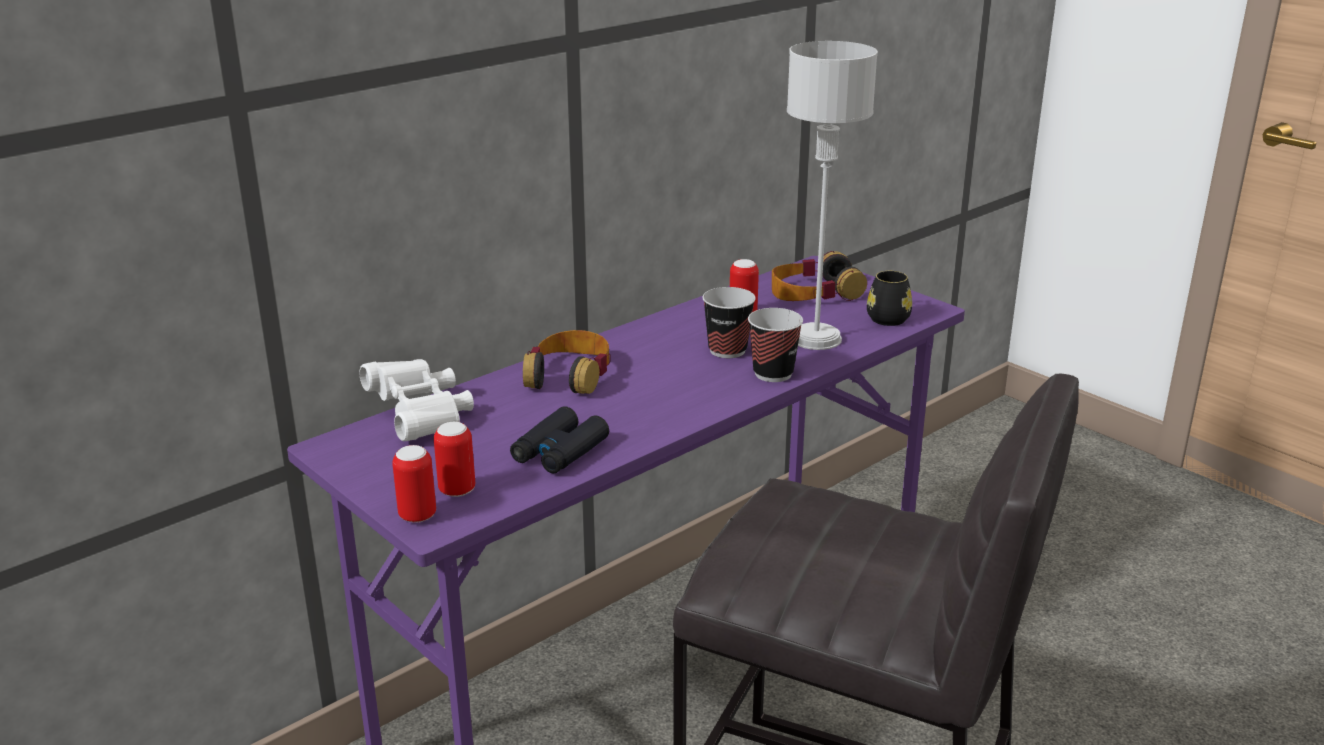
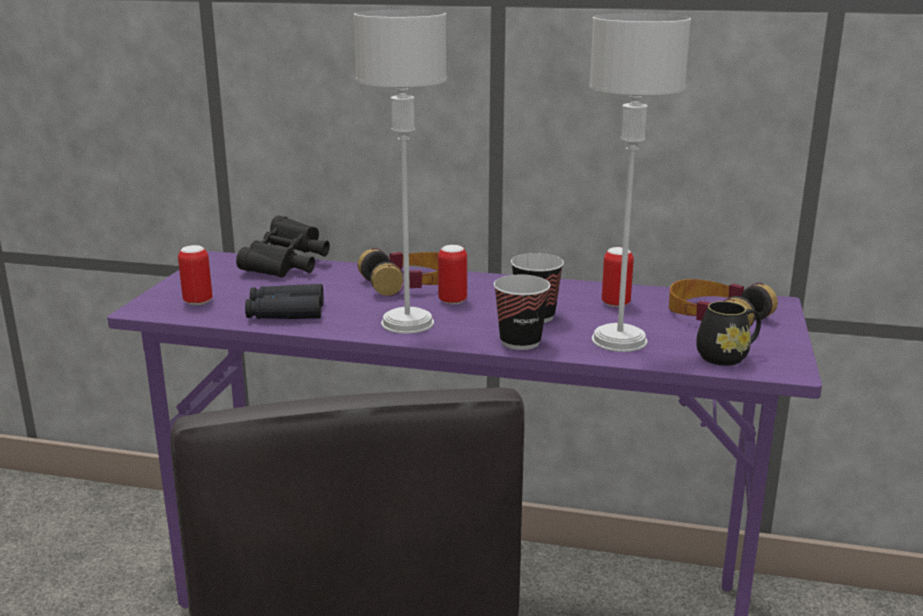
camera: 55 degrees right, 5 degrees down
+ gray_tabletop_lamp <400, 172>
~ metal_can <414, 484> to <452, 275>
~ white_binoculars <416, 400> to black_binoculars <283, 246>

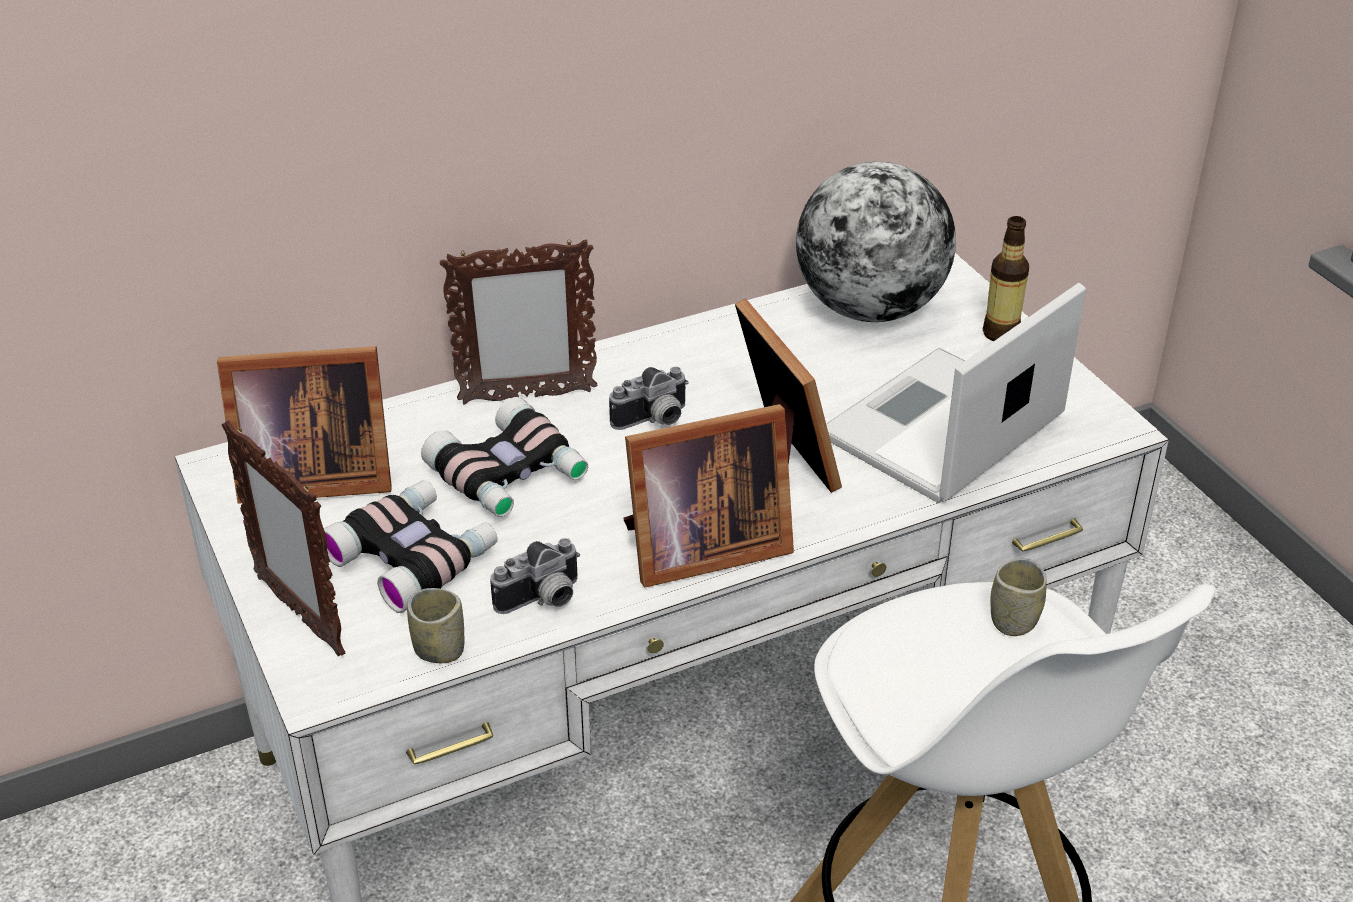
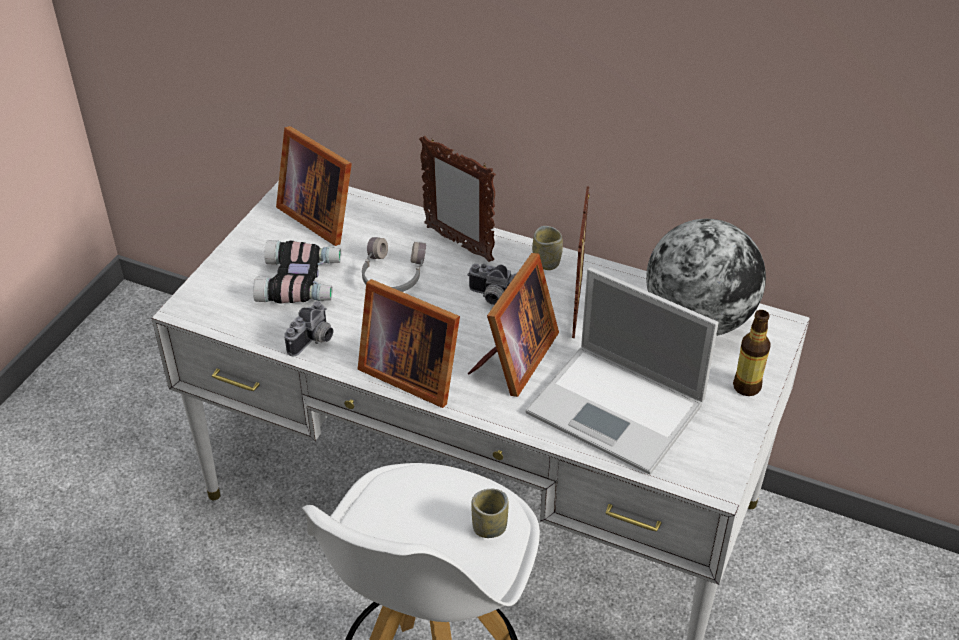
camera: 50 degrees right, 5 degrees up
~ picture_frame <283, 538> to <581, 262>
~ small_cup <435, 625> to <547, 248>
~ binoculars <504, 457> to gray_headset <394, 264>
~ still_camera <535, 576> = <308, 329> 75 degrees counterclockwise
~ notebook_computer <956, 393> = <622, 370> 150 degrees counterclockwise

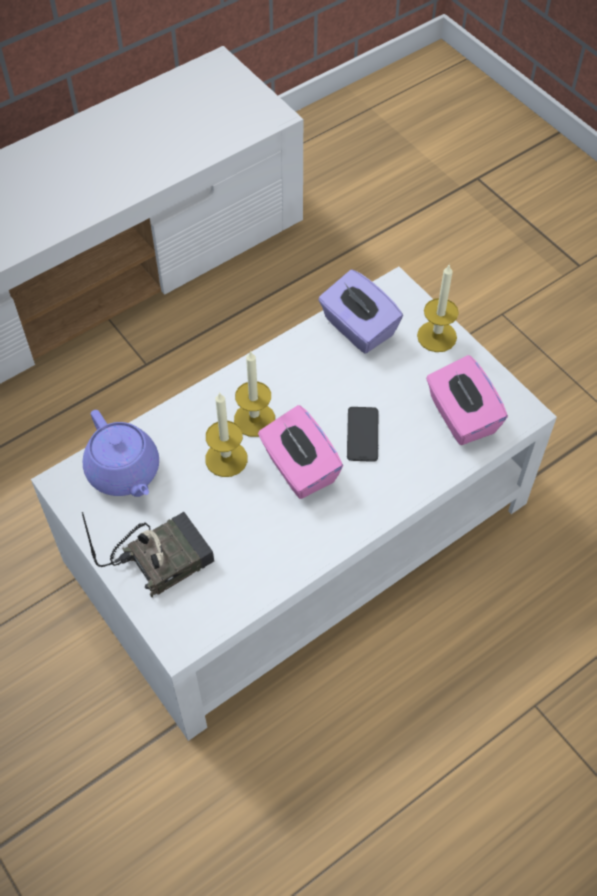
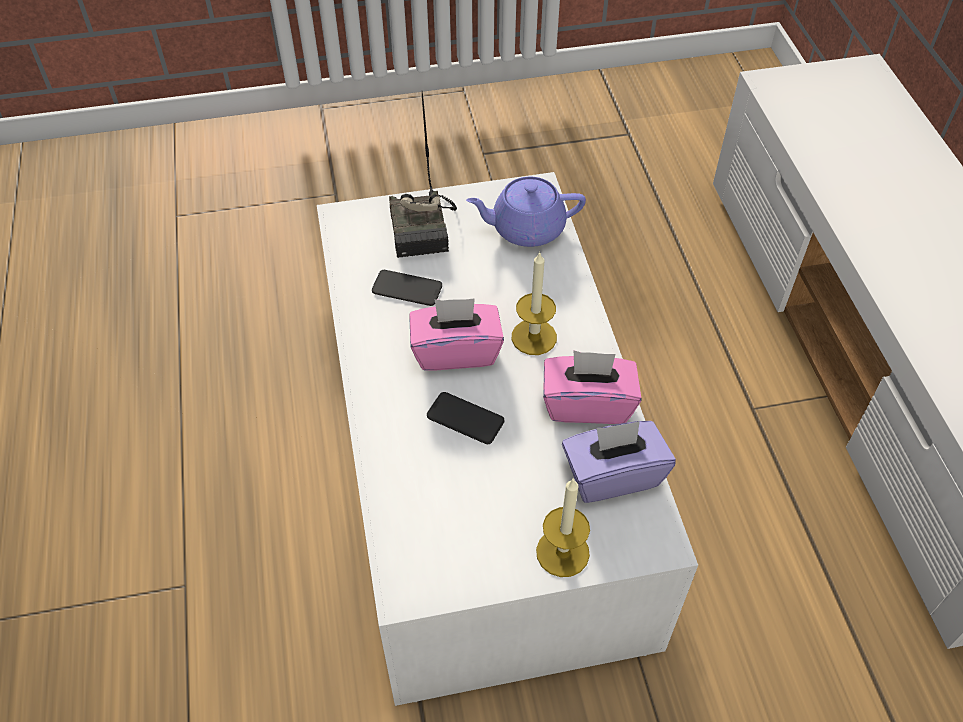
camera: 115 degrees right, 5 degrees down
- wax_light <226, 434>
+ phone <407, 288>
~ pink-coloured_tissue_holder <467, 400> to <592, 387>

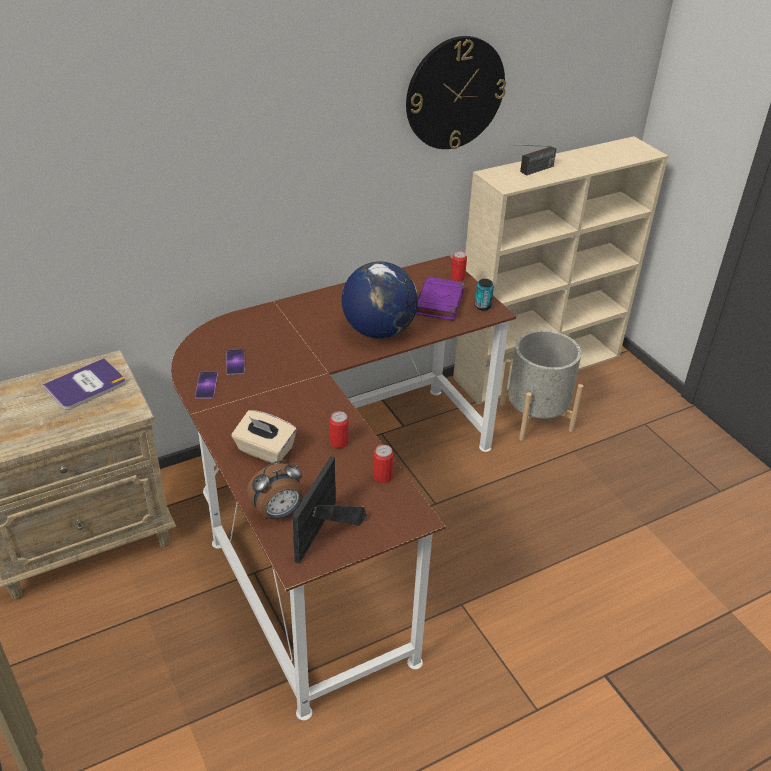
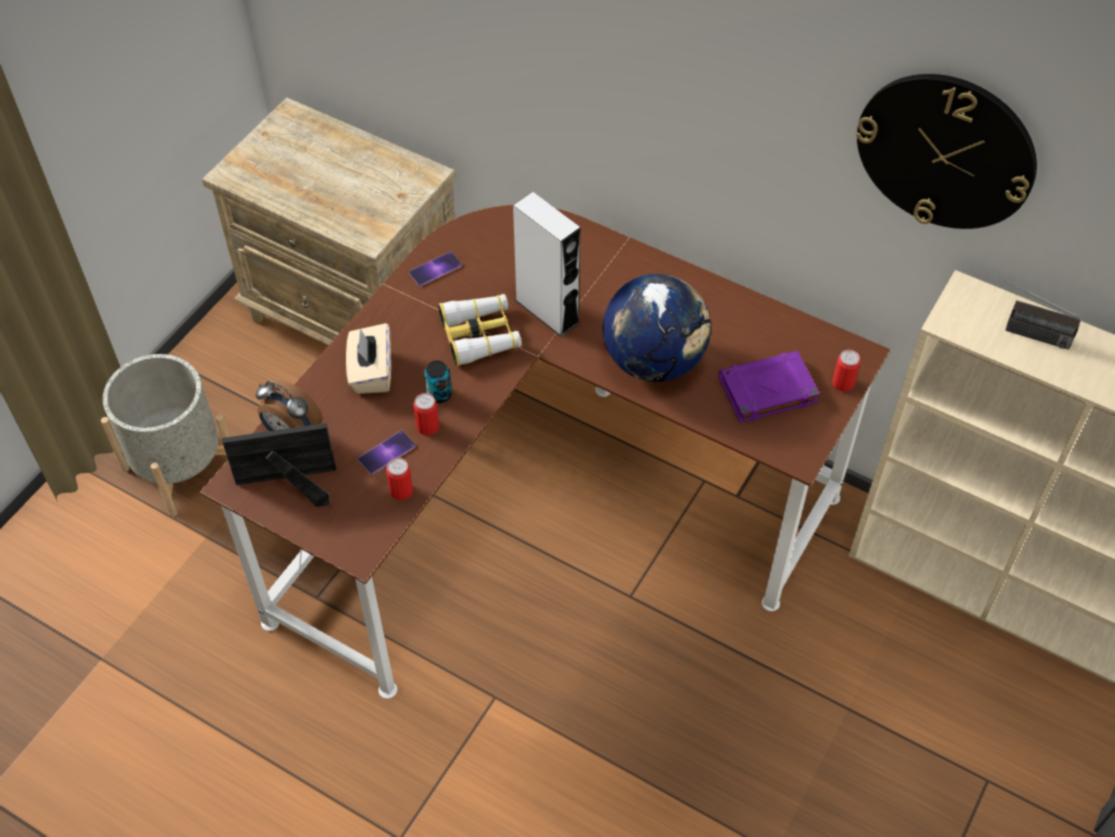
camera: 60 degrees right, 15 degrees up
- bound_book <84, 384>
+ binoculars <480, 330>
+ gray_speaker <546, 264>
~ phone <235, 362> to <387, 452>
~ metal_can <484, 294> to <438, 382>
~ gray_plant_pot <541, 385> to <165, 435>

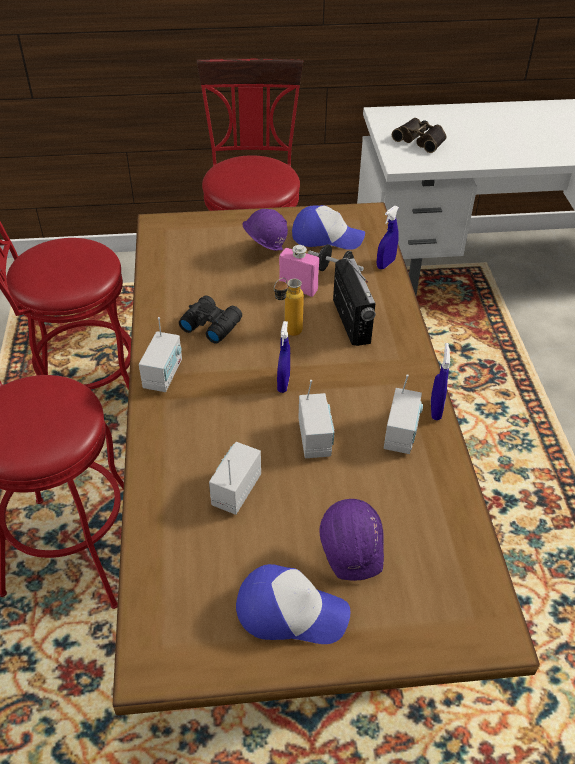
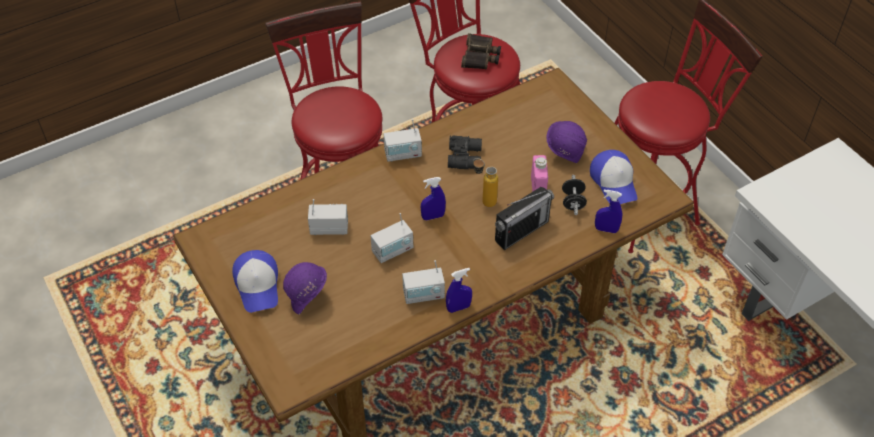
camera: 65 degrees right, 5 degrees up
~ binoculars <419, 135> to <481, 51>

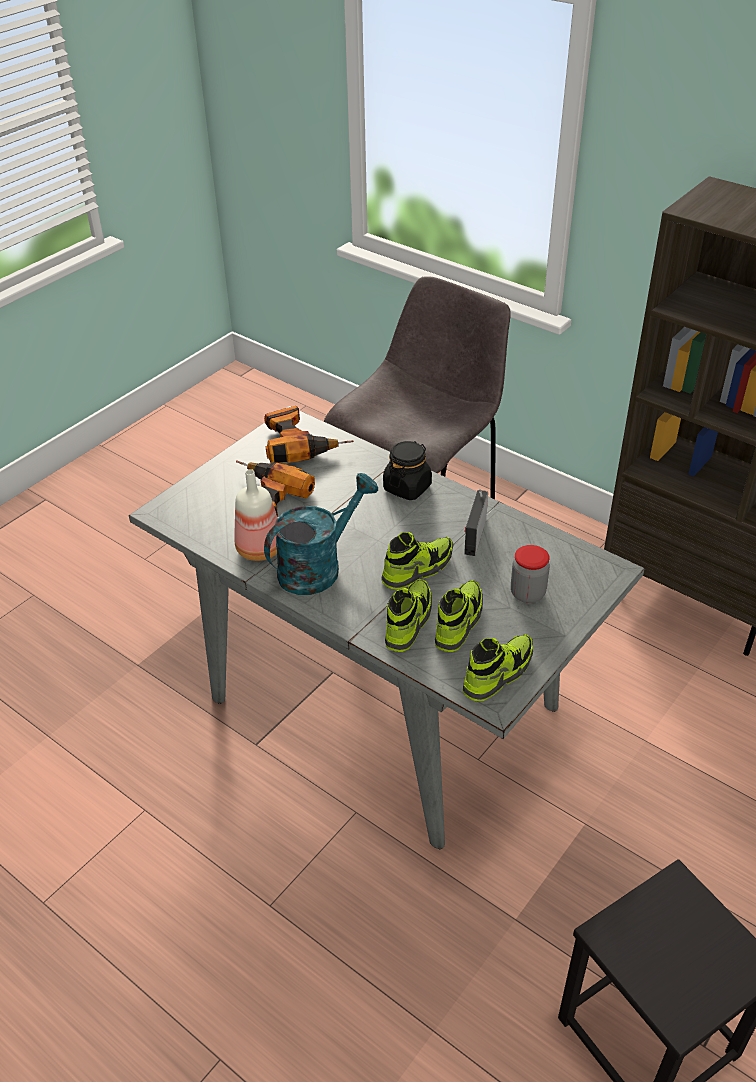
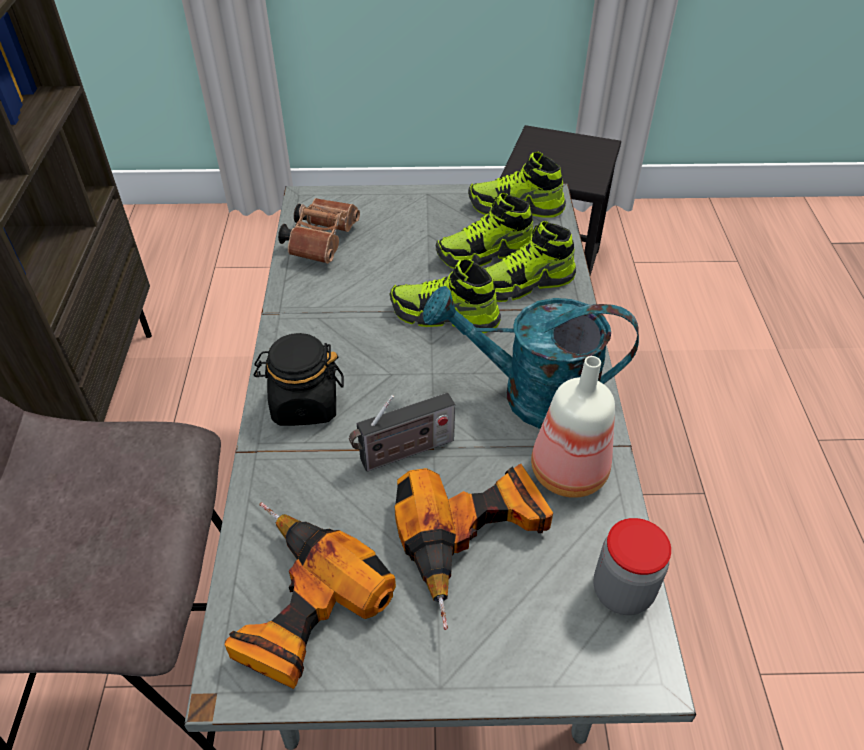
camera: 130 degrees left, 5 degrees up
+ brown_binoculars <319, 231>
~ radio_set <476, 522> to <402, 432>
~ storage_jar <530, 574> to <632, 566>

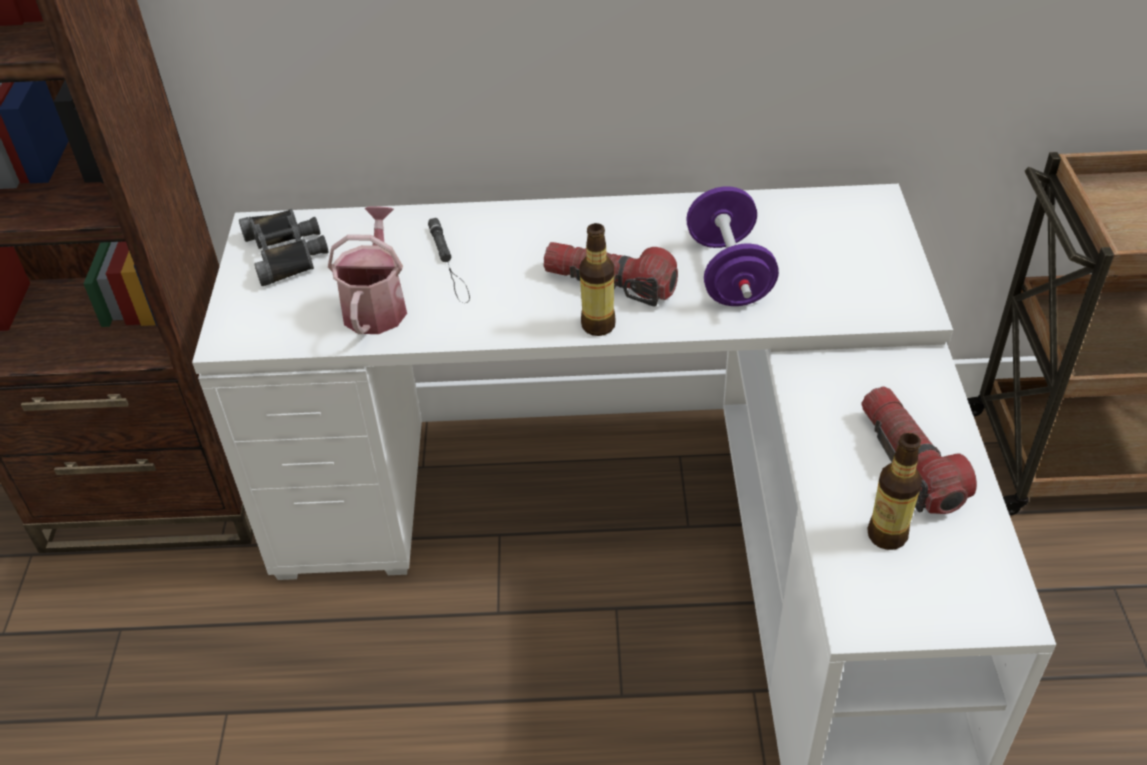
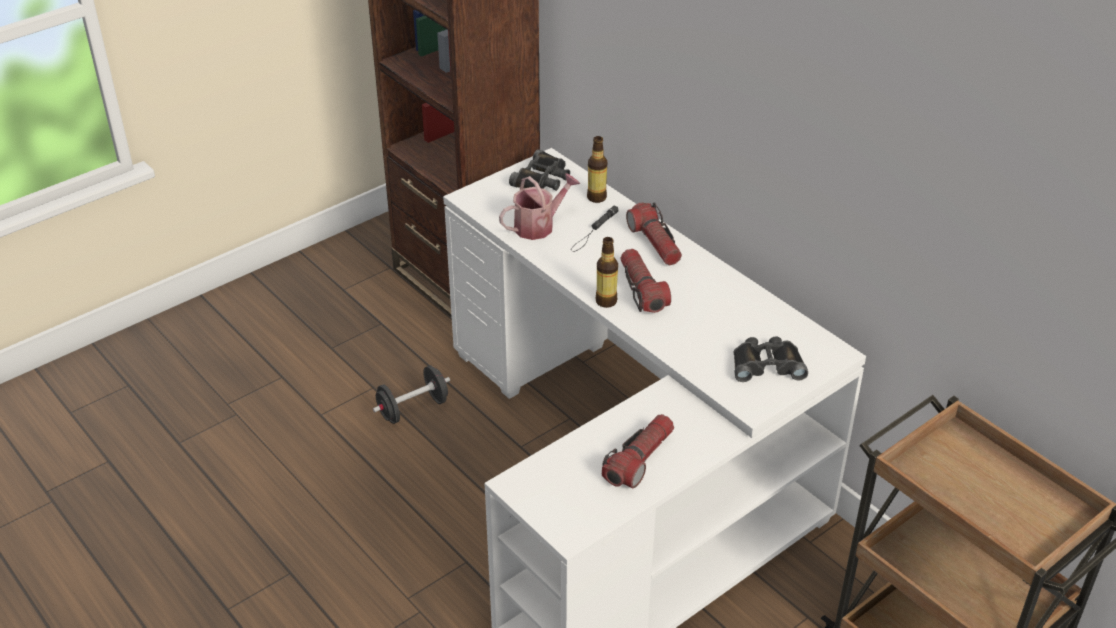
camera: 50 degrees right, 5 degrees down
- purple-coloured_hand_weight <732, 246>
+ black_hand_weight <411, 394>
+ torch <654, 233>
+ black_binoculars <770, 359>
~ drink_bottle <894, 491> to <597, 169>

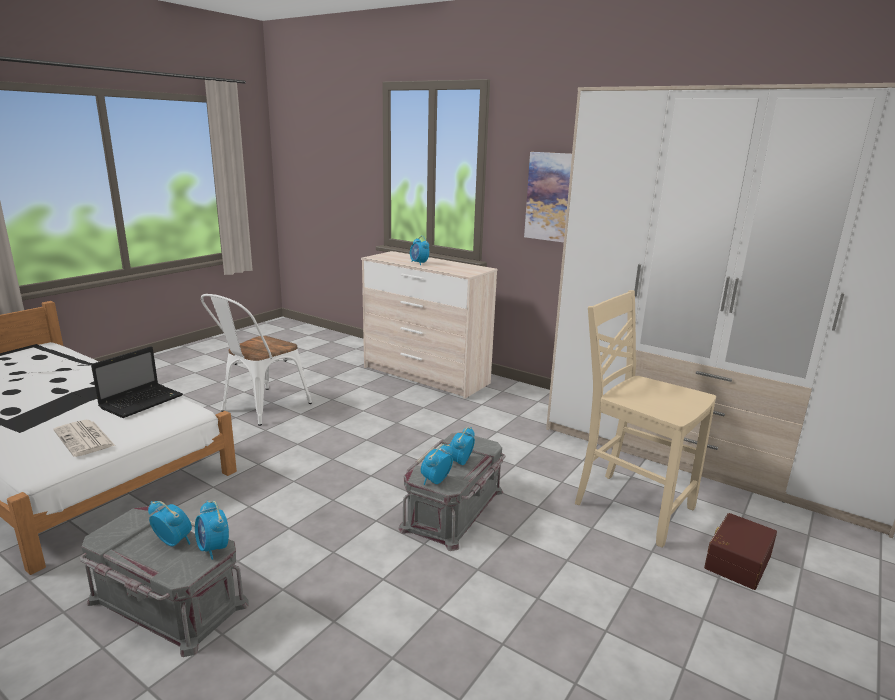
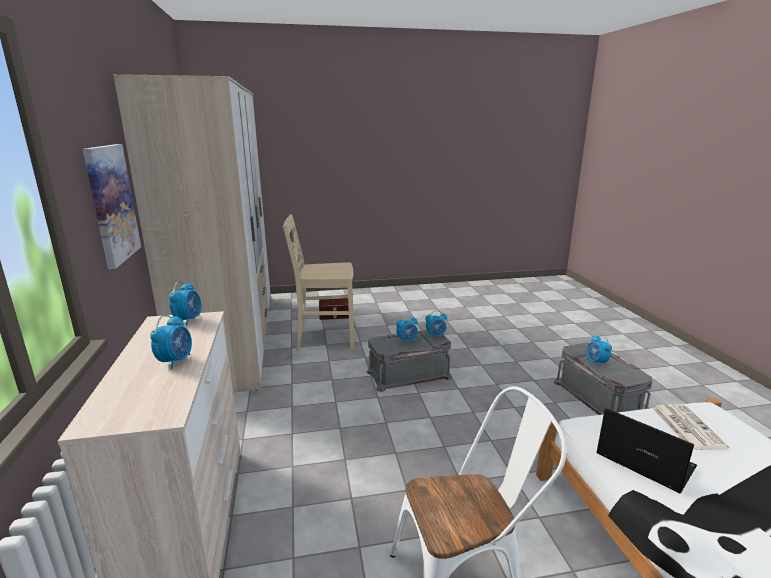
camera: 135 degrees left, 0 degrees up
~ alarm_clock <212, 530> to <185, 303>
~ notebook_computer <137, 382> = <646, 450> 60 degrees clockwise
~ beige-coloured_upright_chair <645, 419> = <319, 282> 90 degrees clockwise

